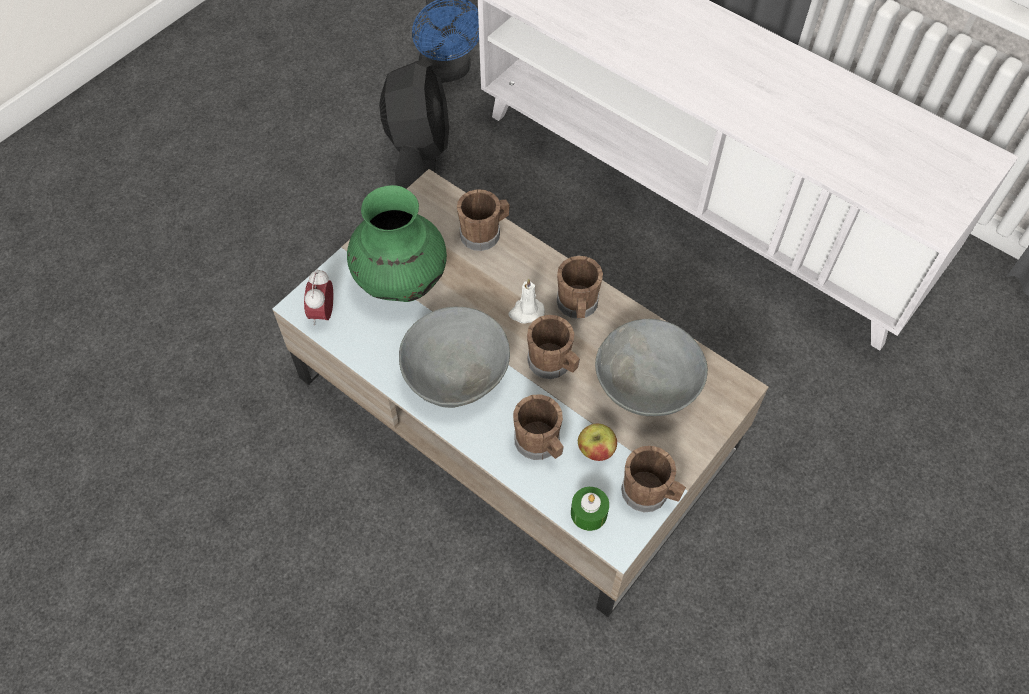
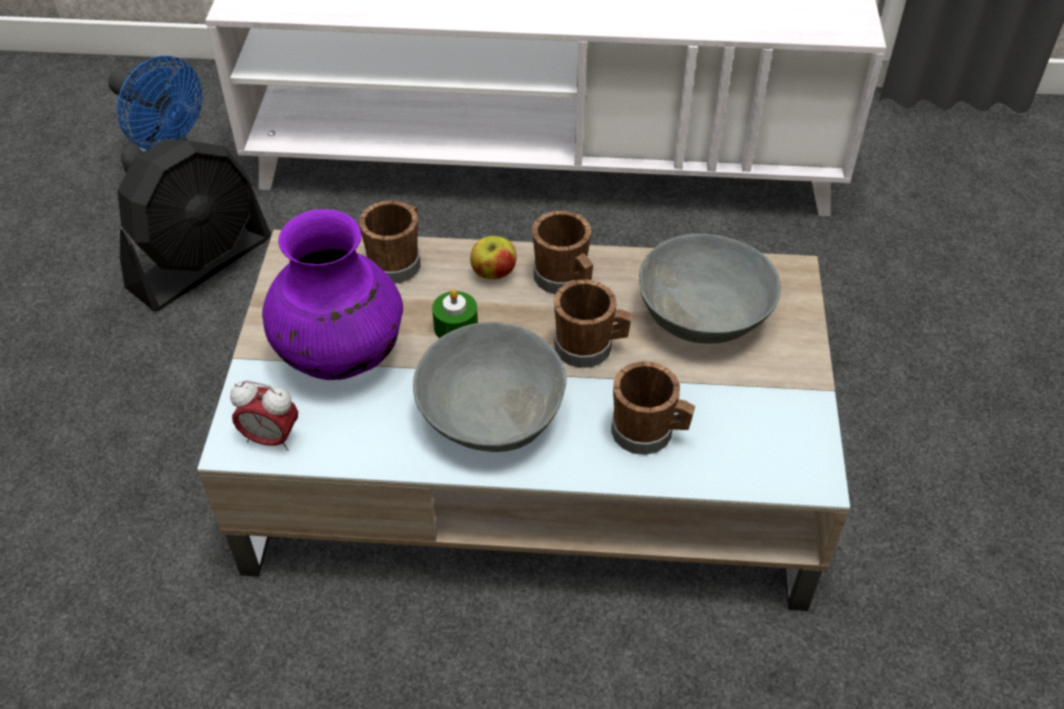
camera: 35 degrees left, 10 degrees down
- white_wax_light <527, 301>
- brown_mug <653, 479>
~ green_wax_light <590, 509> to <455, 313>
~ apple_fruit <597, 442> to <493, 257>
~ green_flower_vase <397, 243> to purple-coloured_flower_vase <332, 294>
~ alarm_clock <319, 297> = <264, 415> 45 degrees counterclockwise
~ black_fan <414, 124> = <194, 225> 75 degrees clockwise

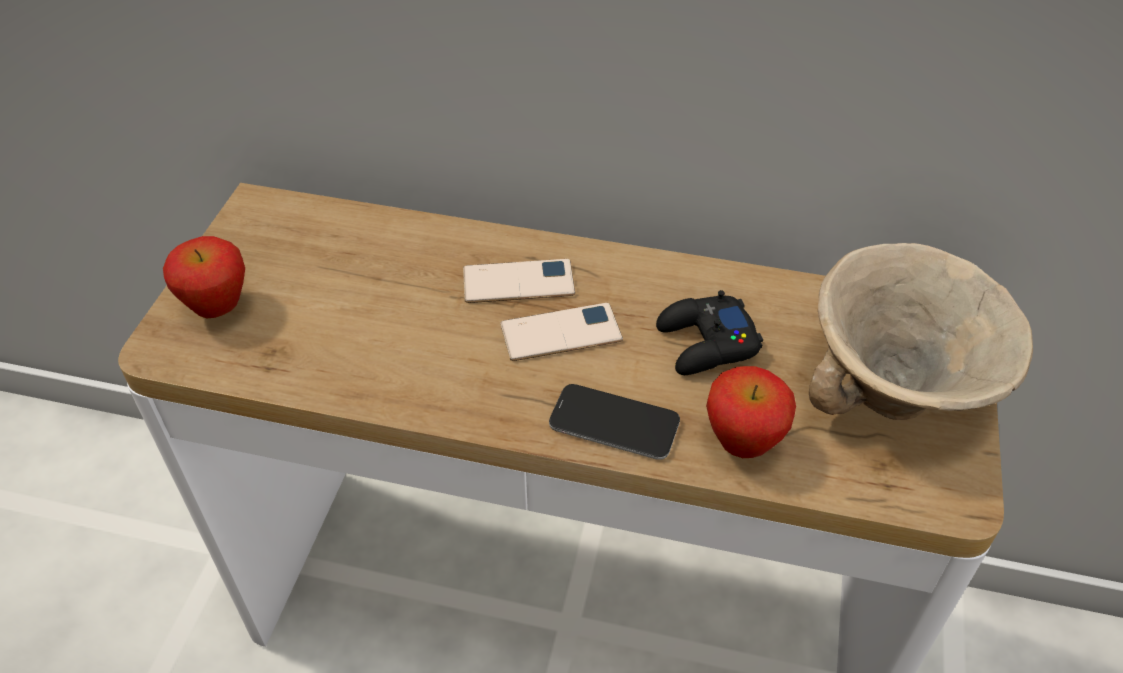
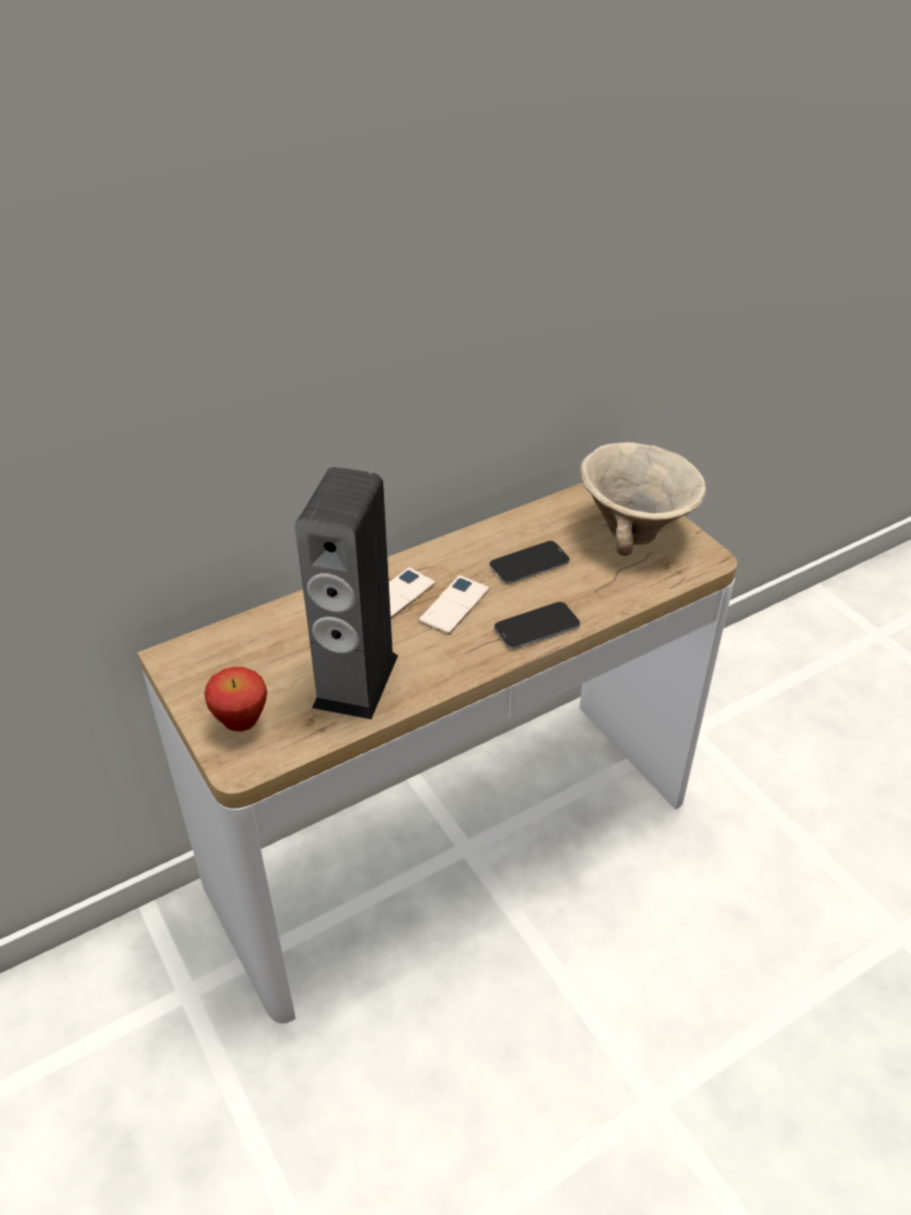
camera: 45 degrees left, 5 degrees down
- apple_fruit <751, 412>
+ speaker <346, 593>
~ black_game_controller <709, 332> to phone <529, 562>

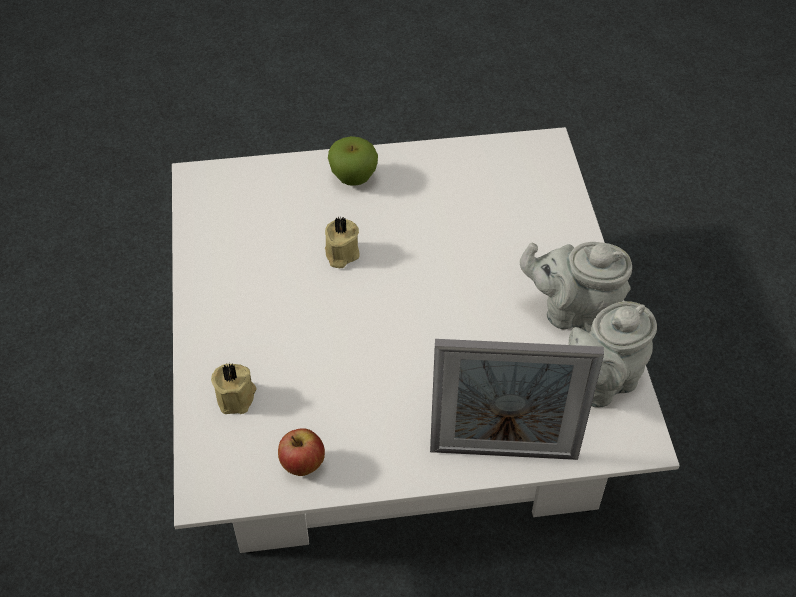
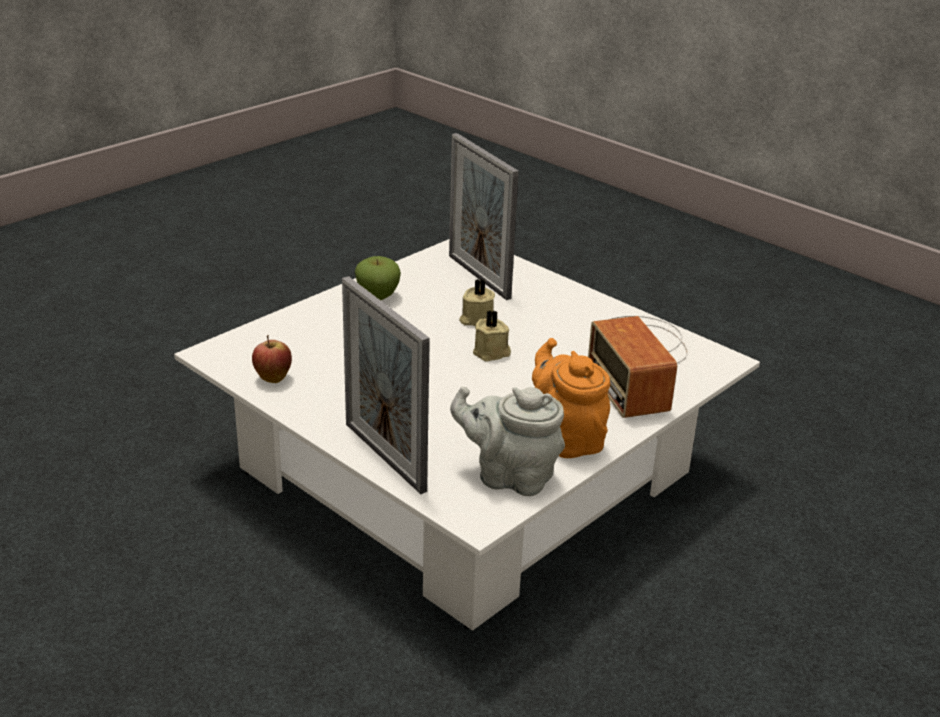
camera: 50 degrees right, 20 degrees down
+ picture_frame <484, 216>
+ radio_set <638, 367>
~ beige-coloured_wax_light <234, 388> to <492, 336>
~ apple_fruit <353, 161> to <378, 278>
~ gray_pot_for_tea <576, 287> to orange-coloured_pot_for_tea <571, 398>

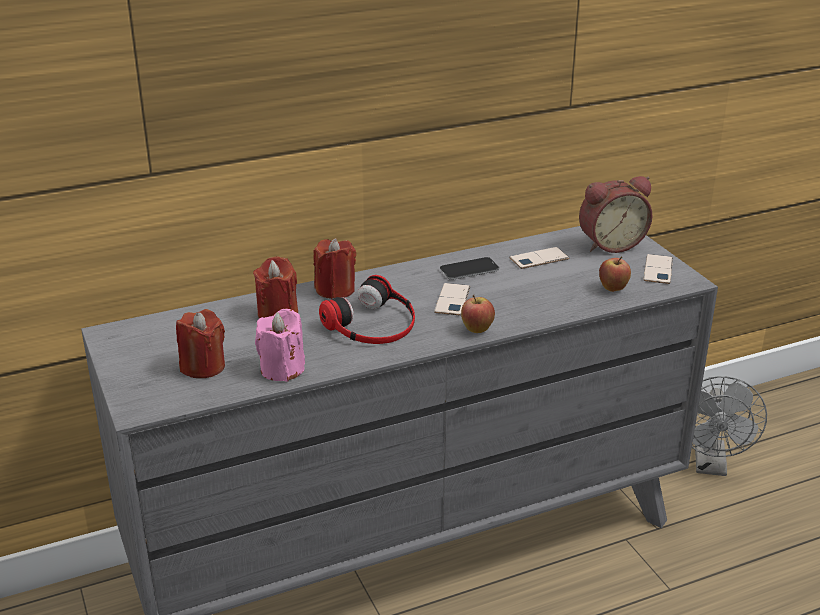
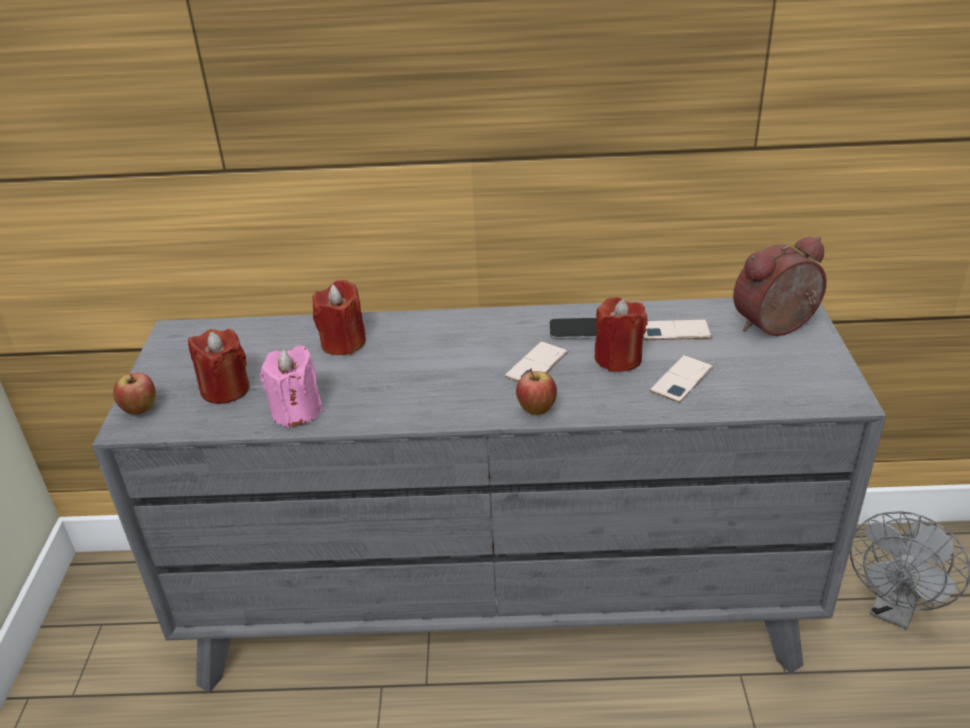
camera: 25 degrees right, 5 degrees up
- headset <367, 309>
~ red_wax_light <334, 268> to <621, 334>
~ apple_fruit <615, 274> to <134, 394>
~ phone <658, 269> to <681, 379>
~ alarm_clock <615, 214> = <780, 286> 150 degrees clockwise

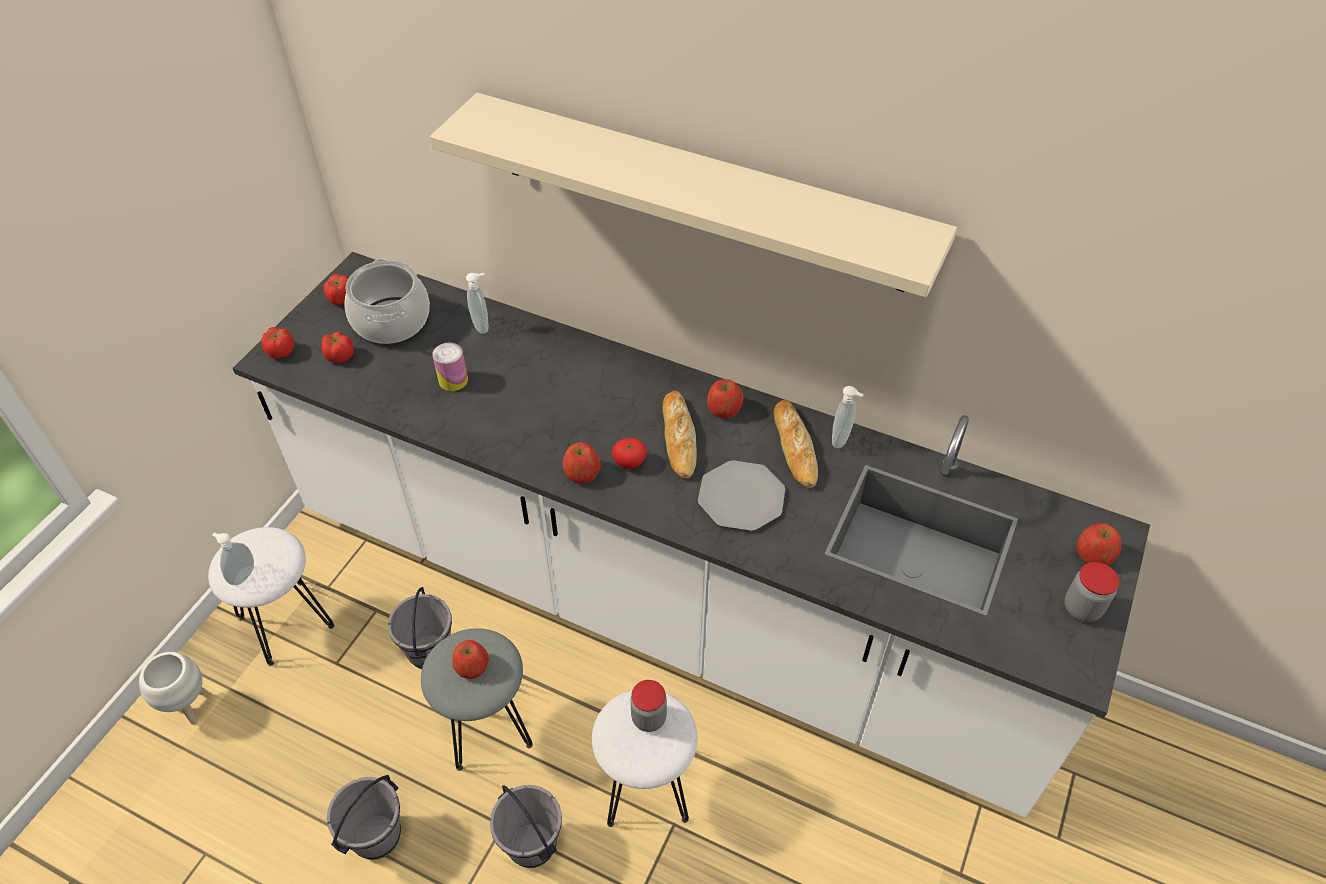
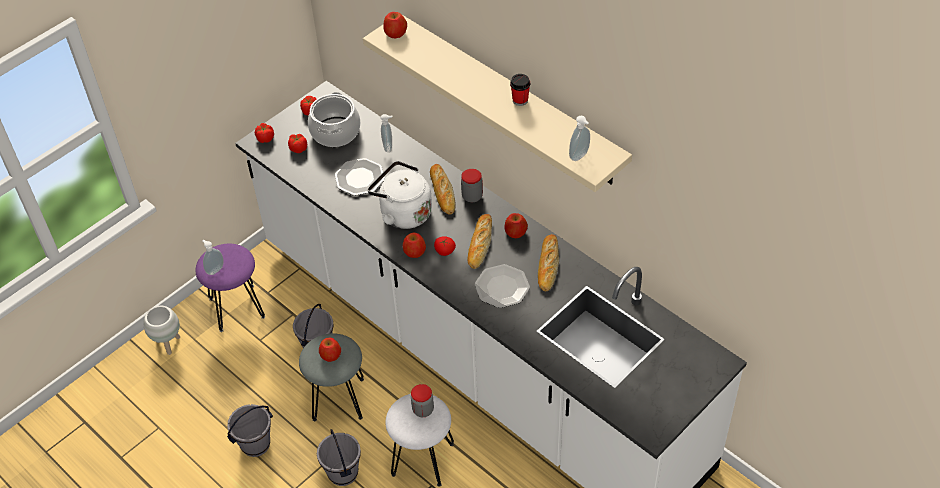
camera: 20 degrees right, 0 degrees up
+ white_water_kettle <400, 195>
+ bakery_bread <443, 189>
+ small_cup <520, 90>
~ liquid_soap_bottle <848, 417> to <579, 138>
~ storage_jar <1092, 592> to <472, 185>
~ apple_fruit <1099, 544> to <395, 25>
~ metal_can <450, 366> to dinner_plate <360, 177>
~ white_sitting_stool <271, 596> to purple-coloured_sitting_stool <230, 288>

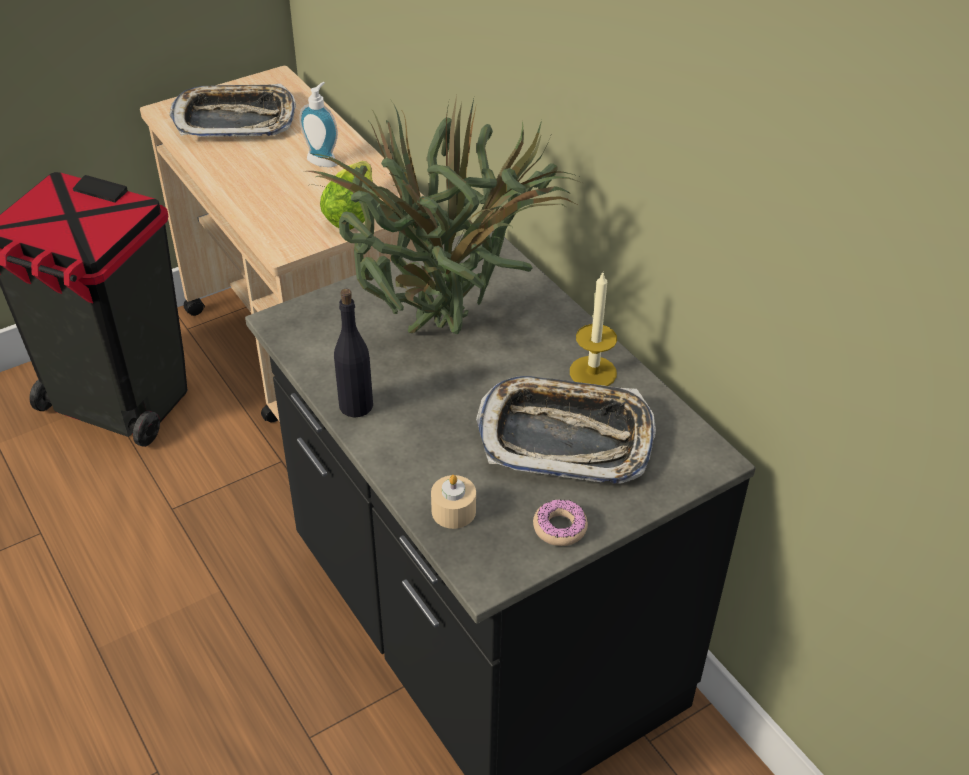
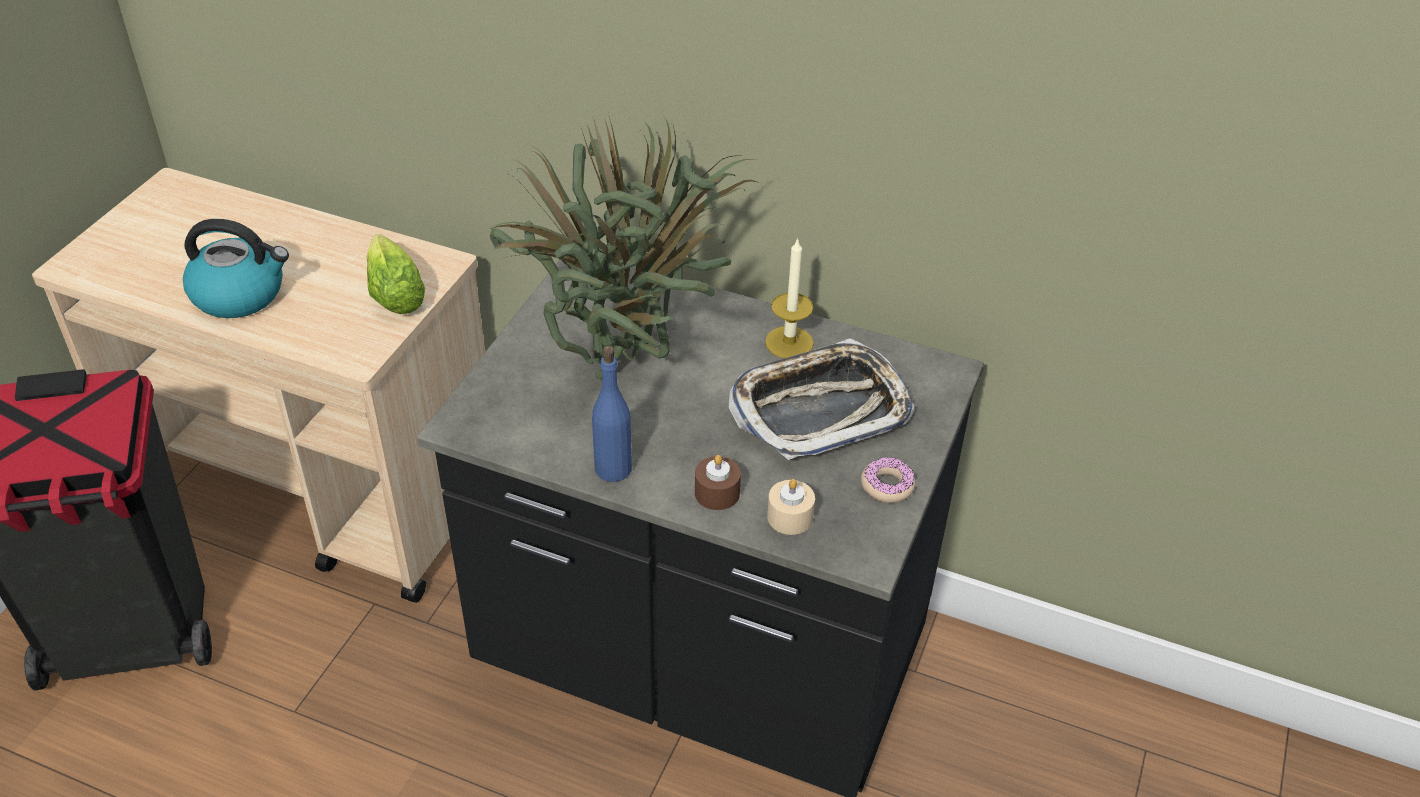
camera: 35 degrees left, 0 degrees up
- tray <232, 110>
- liquid_soap_bottle <318, 124>
+ water_kettle <236, 268>
+ brown_wax_light <718, 482>
~ black_drink_bottle <353, 353> to bluish_drink_bottle <612, 414>

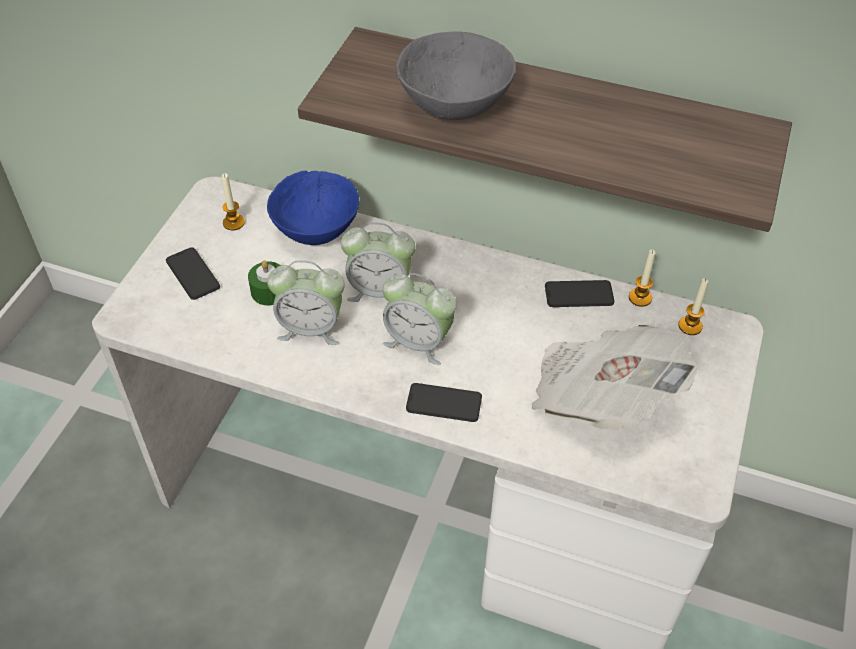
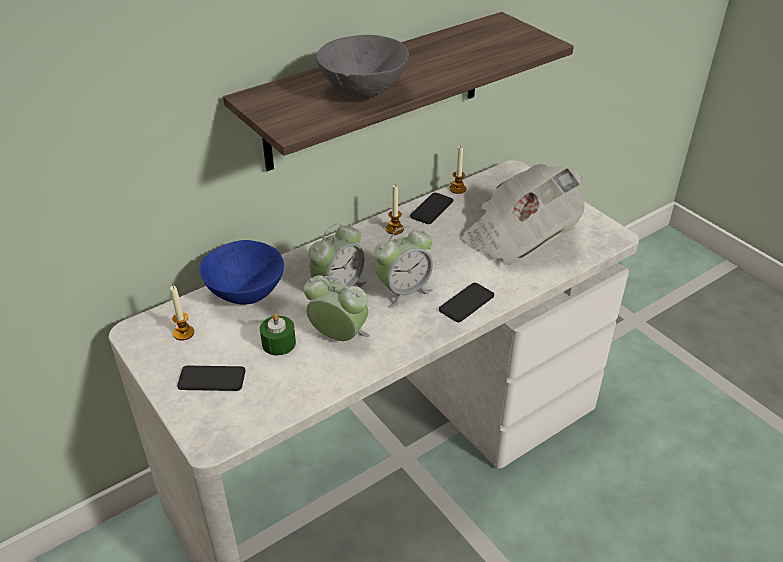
camera: 55 degrees left, 10 degrees down
~ wax_light <693, 306> to <395, 210>
~ alarm_clock <306, 302> = <337, 308> 105 degrees counterclockwise

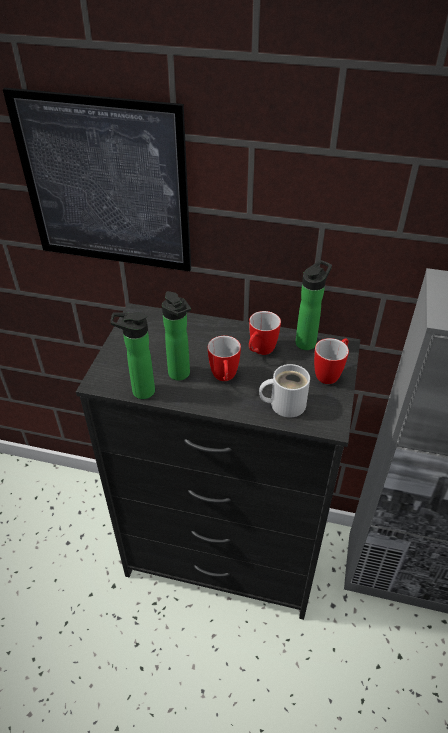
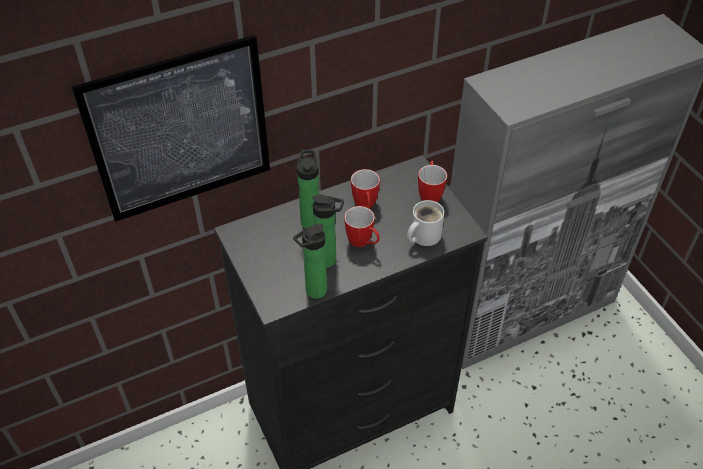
camera: 40 degrees left, 5 degrees up
~ drink_bottle <313, 305> to <308, 189>

